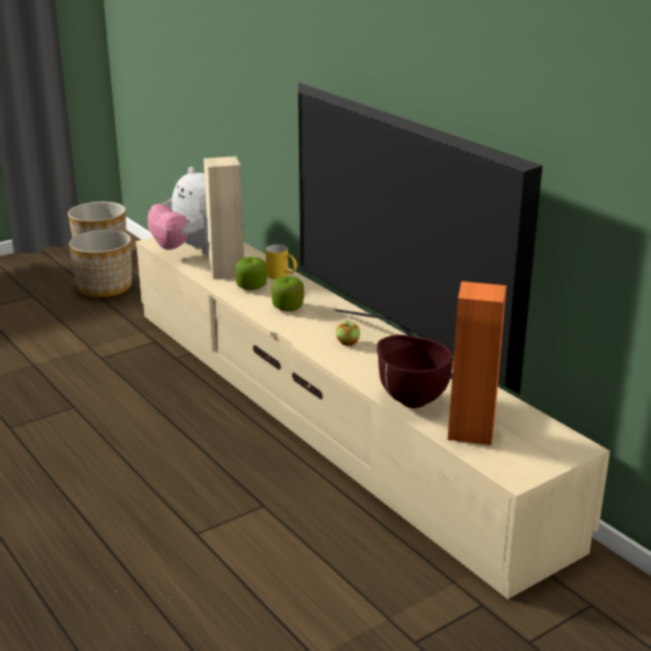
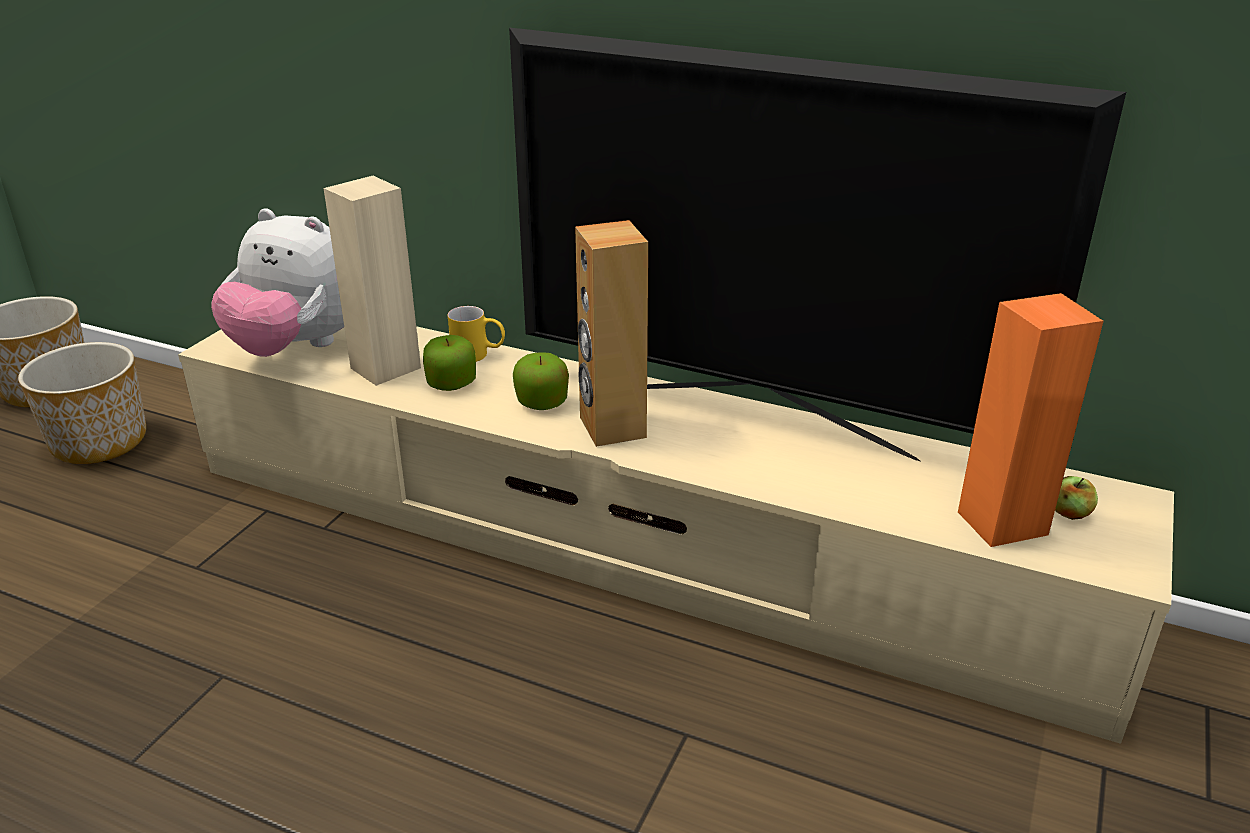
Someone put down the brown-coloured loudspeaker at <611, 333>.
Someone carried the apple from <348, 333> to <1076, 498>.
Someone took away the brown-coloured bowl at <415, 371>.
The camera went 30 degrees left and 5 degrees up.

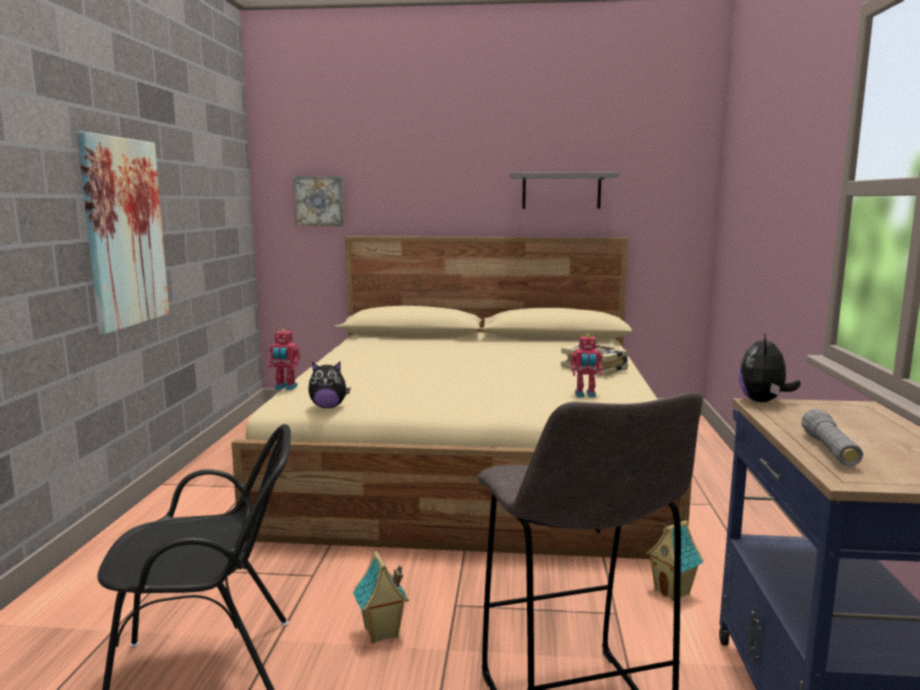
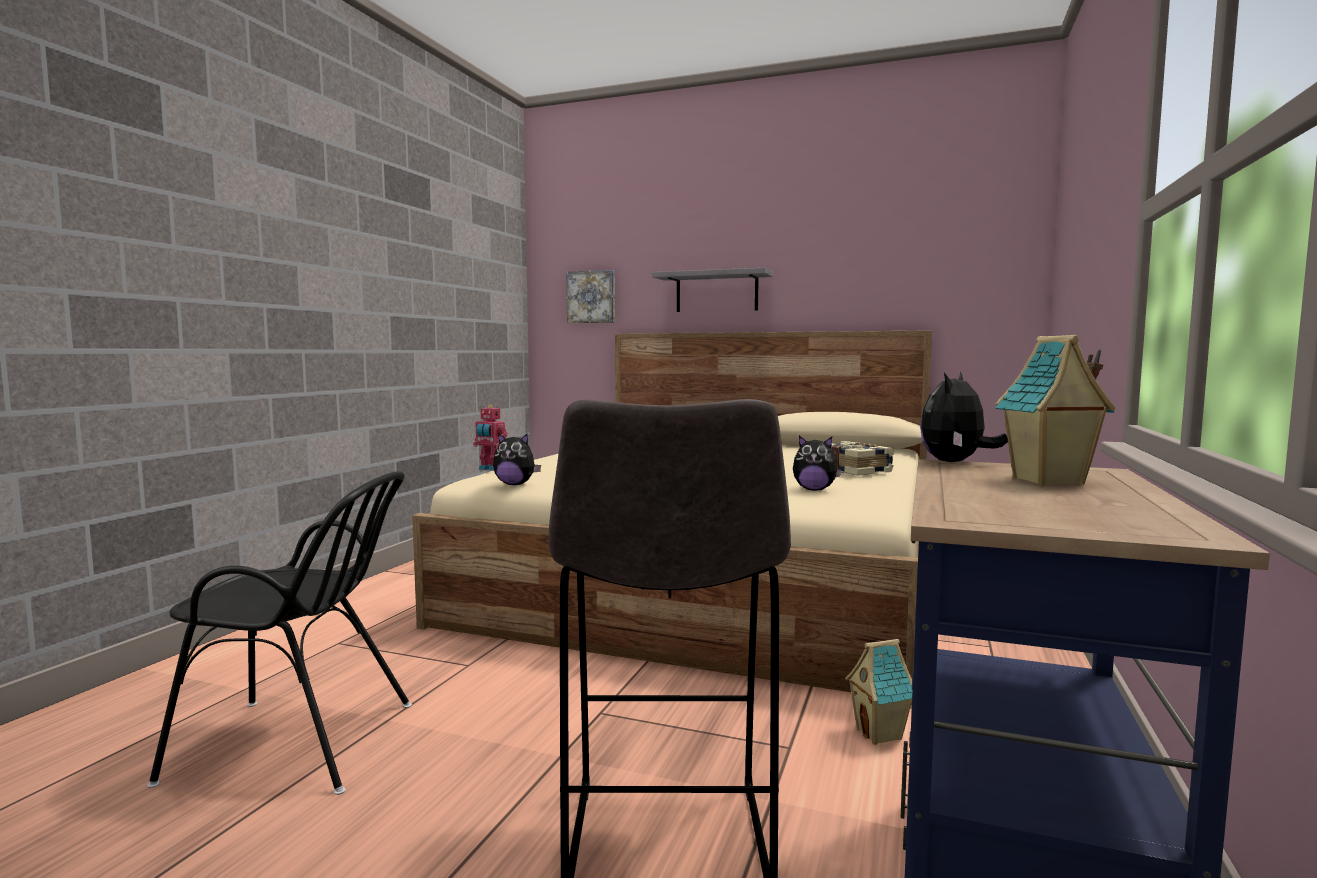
Someone carried the grey bracket shelf from <564, 190> to <712, 290>.
Someone swapped the model robot at <587, 365> for the plush toy at <817, 463>.
Someone carried the toy house from <381, 597> to <1055, 410>.
Someone took away the picture at <123, 233>.
Someone took away the grey torch at <832, 437>.
The camera went 15 degrees right and 5 degrees down.

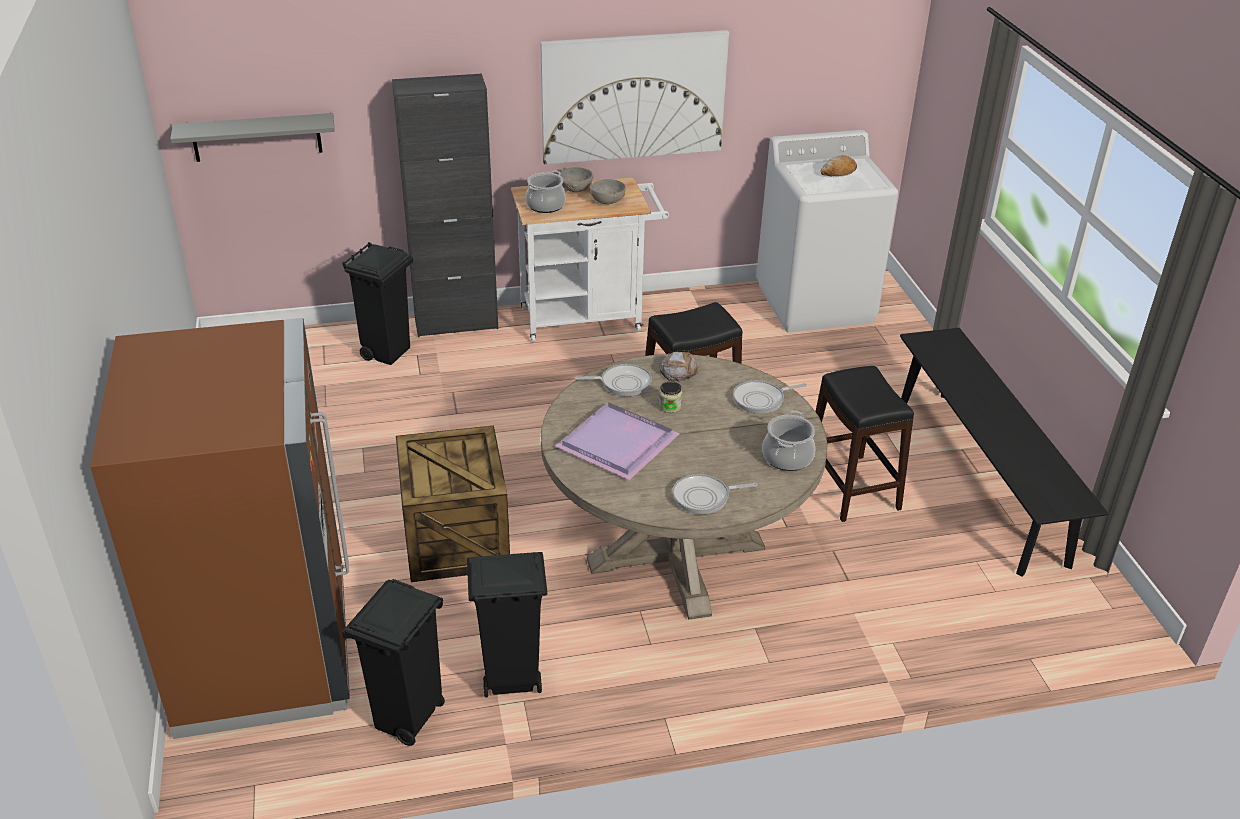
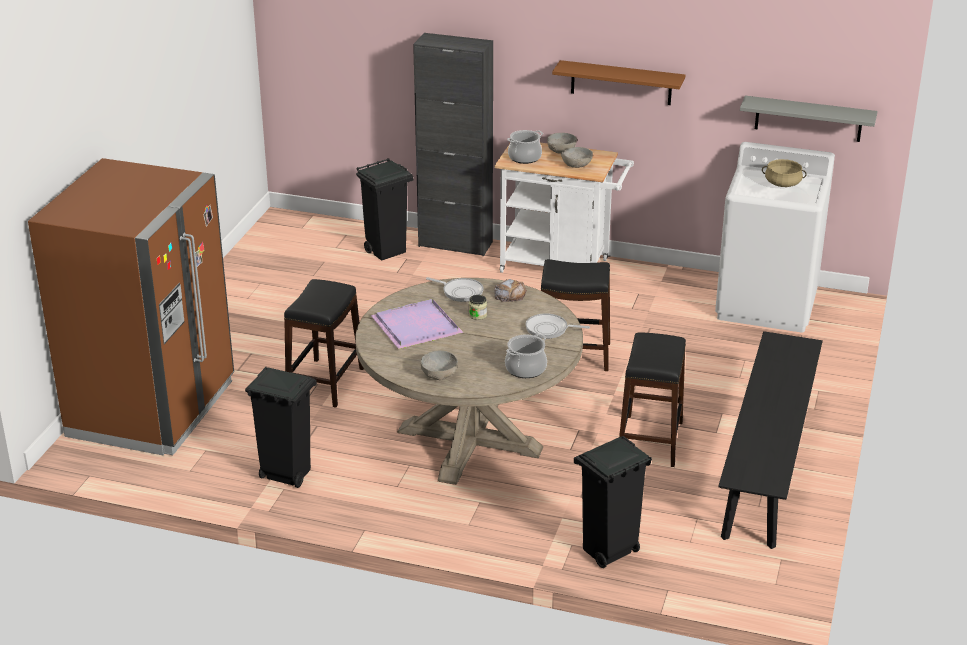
Someone swapped the crate at <453, 504> for the black-coloured stool at <324, 343>.
Someone swapped the pan at <715, 494> for the grey bowl at <439, 365>.
Someone swapped the picture at <634, 97> for the brown-coloured bracket shelf at <618, 82>.
Someone carried the black-coloured trash can from <393, 662> to <613, 502>.
Someone carried the grey bracket shelf from <252, 137> to <809, 119>.
Someone swapped the bakery bread at <838, 165> for the beige-coloured stockpot at <784, 173>.
The camera went 30 degrees right and 5 degrees down.

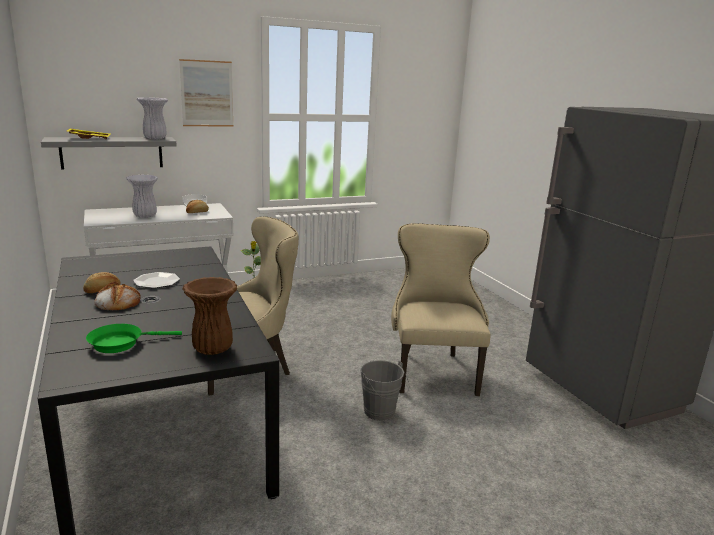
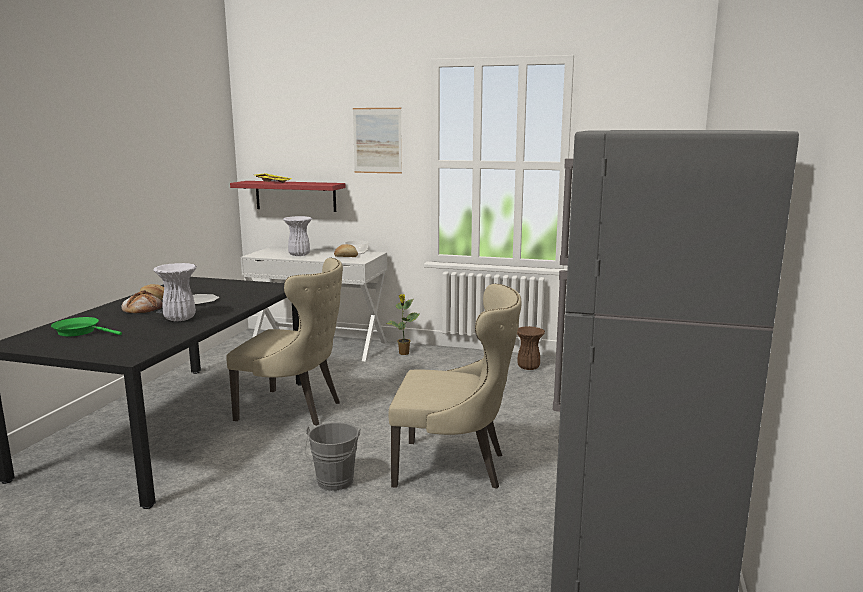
Someone carried the whitish vase from <152, 118> to <175, 292>.
Someone repainted the grey bracket shelf at <109, 153>, which became the reddish bracket shelf at <288, 196>.
Someone rotated the beige-coloured chair at <441, 309> by 60 degrees clockwise.
Someone carried the brown-coloured vase from <210, 316> to <531, 348>.
The camera went 40 degrees right and 5 degrees down.

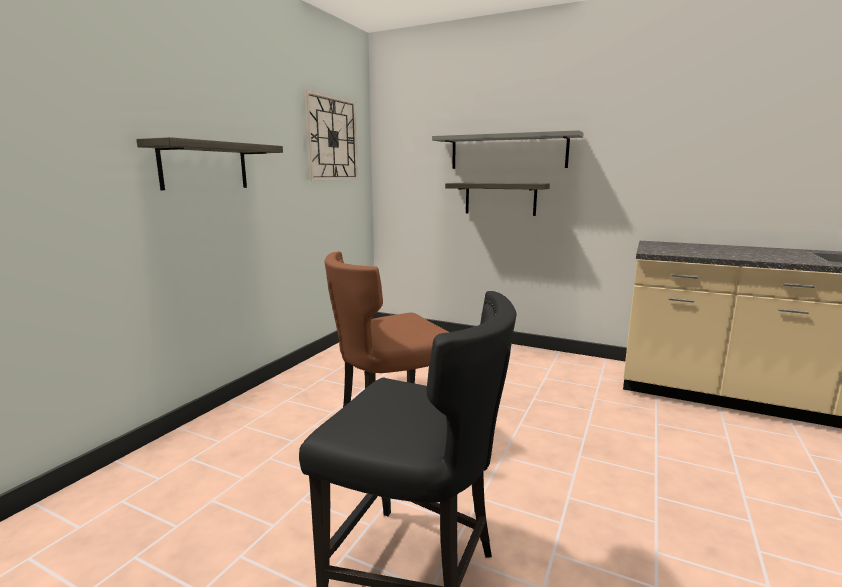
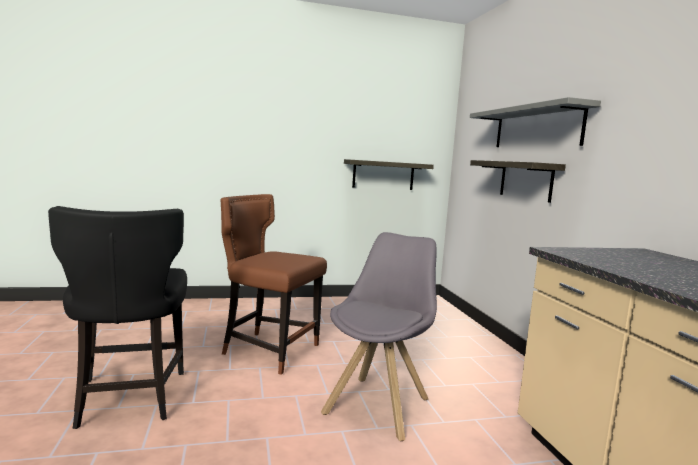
Someone put down the grey chair at <379, 336>.
Someone carried the bracket shelf from <209, 163> to <389, 174>.
Someone took away the clock on the wall at <331, 135>.
The camera went 50 degrees right and 5 degrees down.

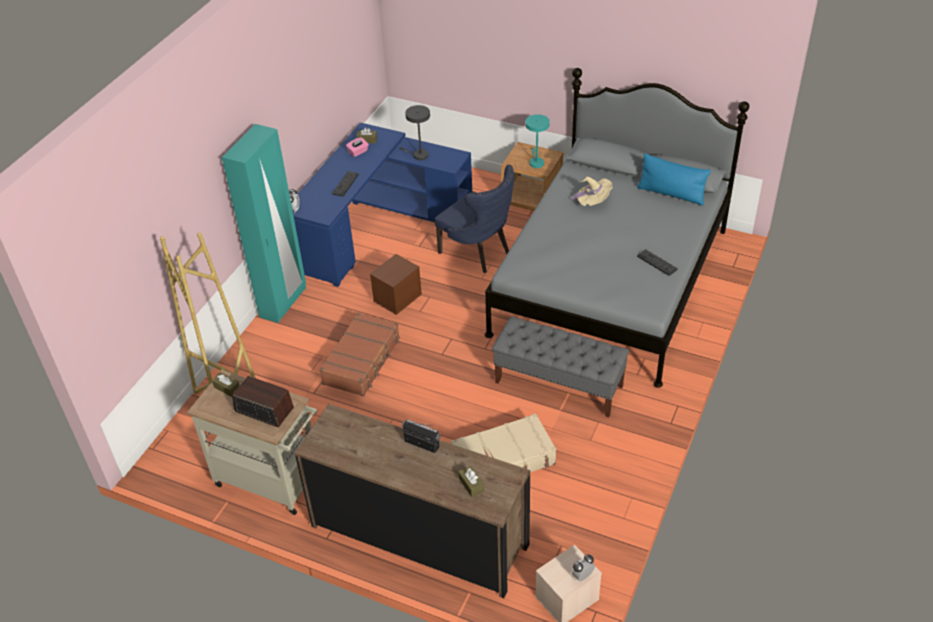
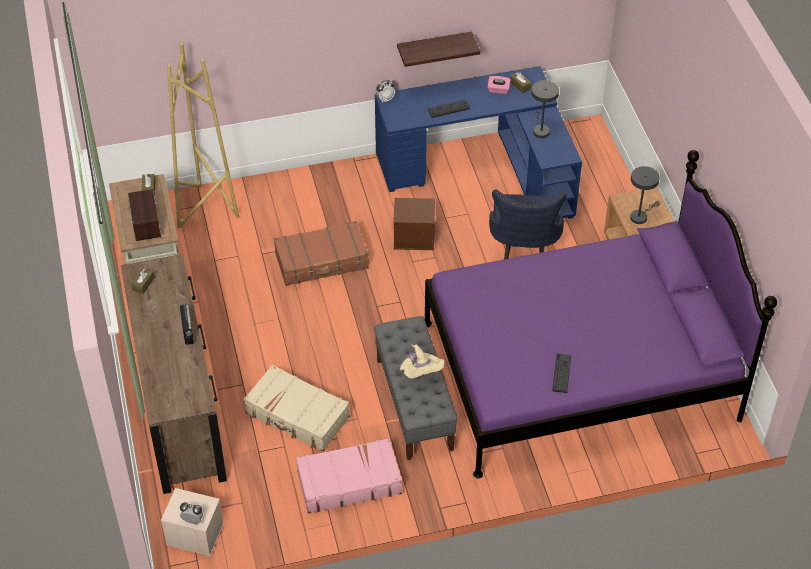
Someone carried the brown-coloured box of tissues from <471, 481> to <143, 281>.
Someone put down the pink-coloured suitcase at <349, 476>.
Someone put up the bracket shelf at <438, 49>.
Someone carried the beige-coloured hat from <591, 191> to <422, 361>.
Someone repainted the grey sleeping bed at <617, 228>, which became the purple-coloured sleeping bed at <601, 314>.
Someone repainted the turquoise-coloured table lamp at <537, 141>, which became the grey table lamp at <645, 195>.
Someone took away the turquoise-coloured wardrobe at <264, 223>.
Someone took away the blue pillow at <674, 179>.
The camera went 50 degrees right and 5 degrees up.

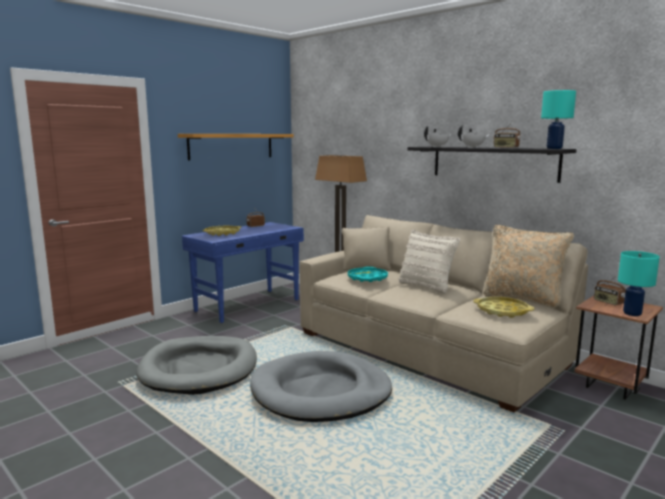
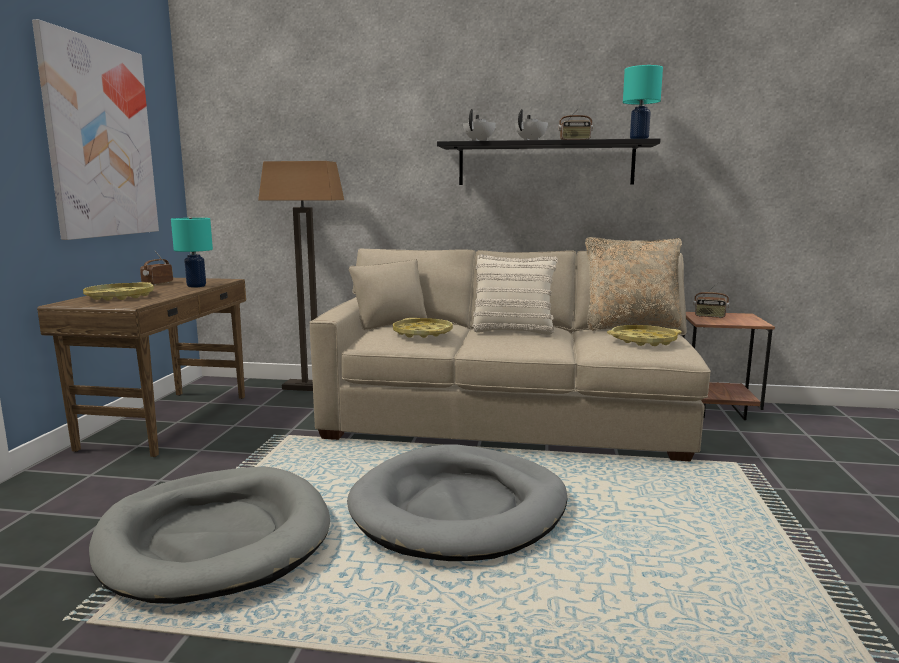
Someone swapped the bracket shelf at <236, 147> for the picture at <95, 129>.
Someone repainted the blue hall table at <243, 272>, which became the brown-coloured hall table at <141, 367>.
Someone carried the turquoise-coloured table lamp from <639, 283> to <192, 252>.
Someone repainted the turquoise-coloured tray at <368, 274>, which became the yellow-coloured tray at <423, 328>.
The camera went 35 degrees left and 0 degrees up.

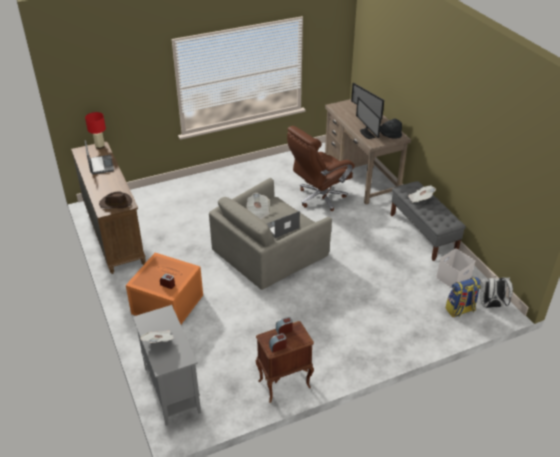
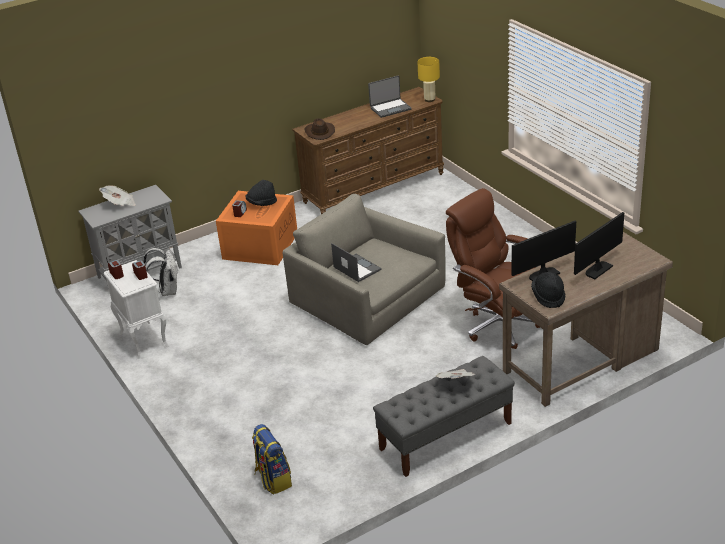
Someone repainted the brown-coloured nightstand at <285, 362>, which became the whitish nightstand at <136, 310>.
Someone carried the whitish rucksack from <496, 292> to <161, 272>.
Someone put down the black-coloured hat at <261, 193>.
Someone repainted the reddish table lamp at <95, 130>, which became the yellow-coloured table lamp at <429, 79>.
Someone took away the printed paper at <258, 206>.
Someone took away the whitish storage bin at <455, 268>.
The camera went 85 degrees right and 5 degrees down.

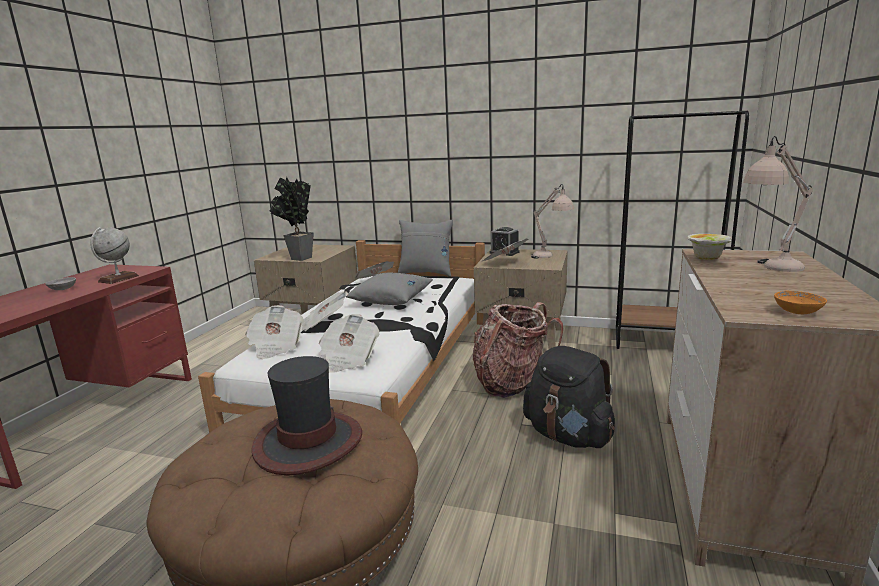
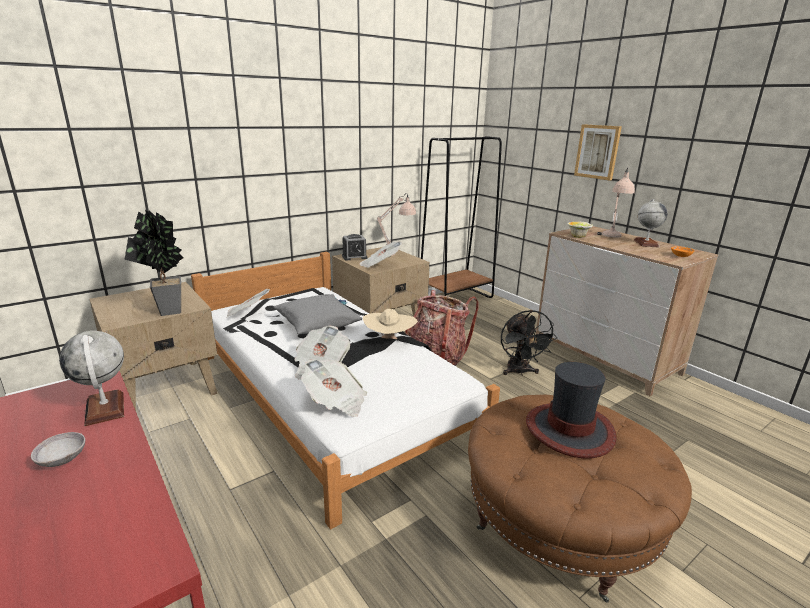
Someone put down the beige-coloured hat at <390, 324>.
Someone swapped the black-coloured rucksack at <569, 397> for the black-coloured fan at <529, 343>.
Someone put up the picture at <598, 152>.
Someone put down the desk globe at <651, 223>.
Someone took away the printed paper at <349, 343>.
Someone took away the grey pillow at <425, 248>.
The camera went 55 degrees left and 5 degrees up.

